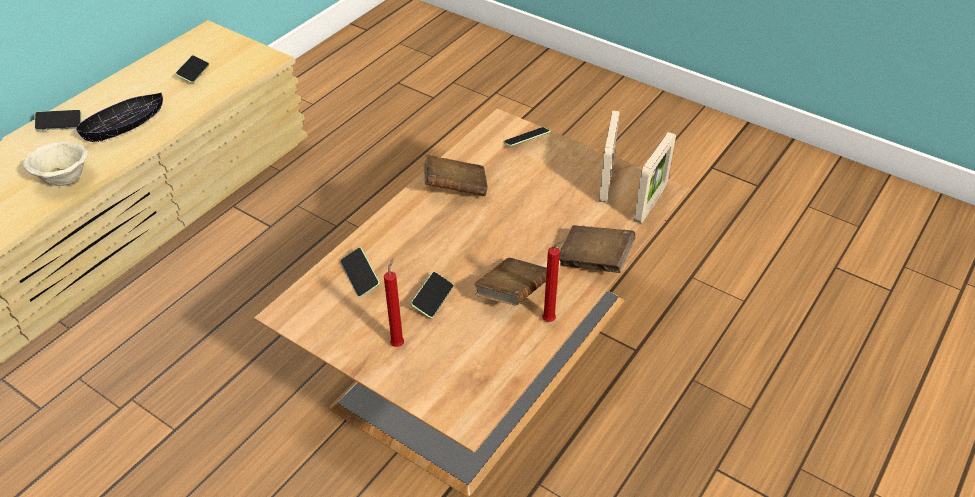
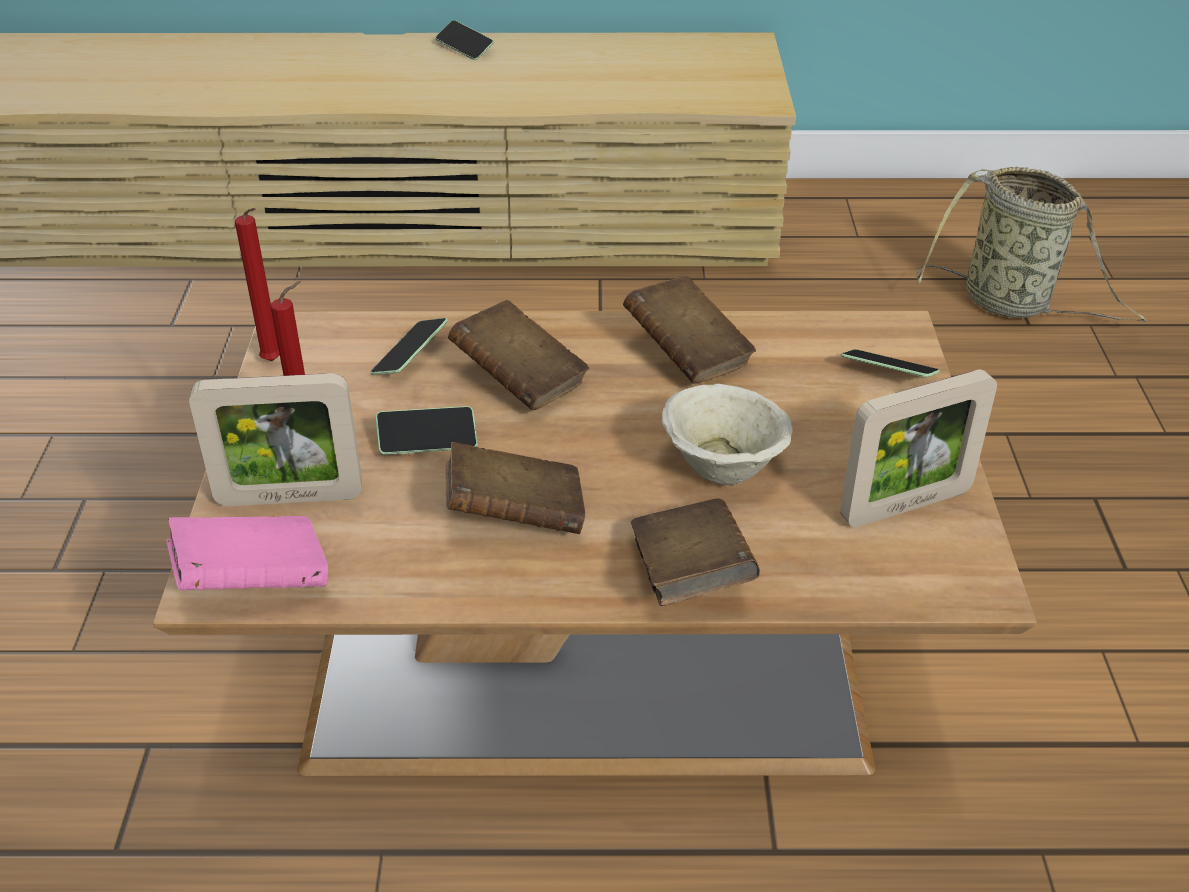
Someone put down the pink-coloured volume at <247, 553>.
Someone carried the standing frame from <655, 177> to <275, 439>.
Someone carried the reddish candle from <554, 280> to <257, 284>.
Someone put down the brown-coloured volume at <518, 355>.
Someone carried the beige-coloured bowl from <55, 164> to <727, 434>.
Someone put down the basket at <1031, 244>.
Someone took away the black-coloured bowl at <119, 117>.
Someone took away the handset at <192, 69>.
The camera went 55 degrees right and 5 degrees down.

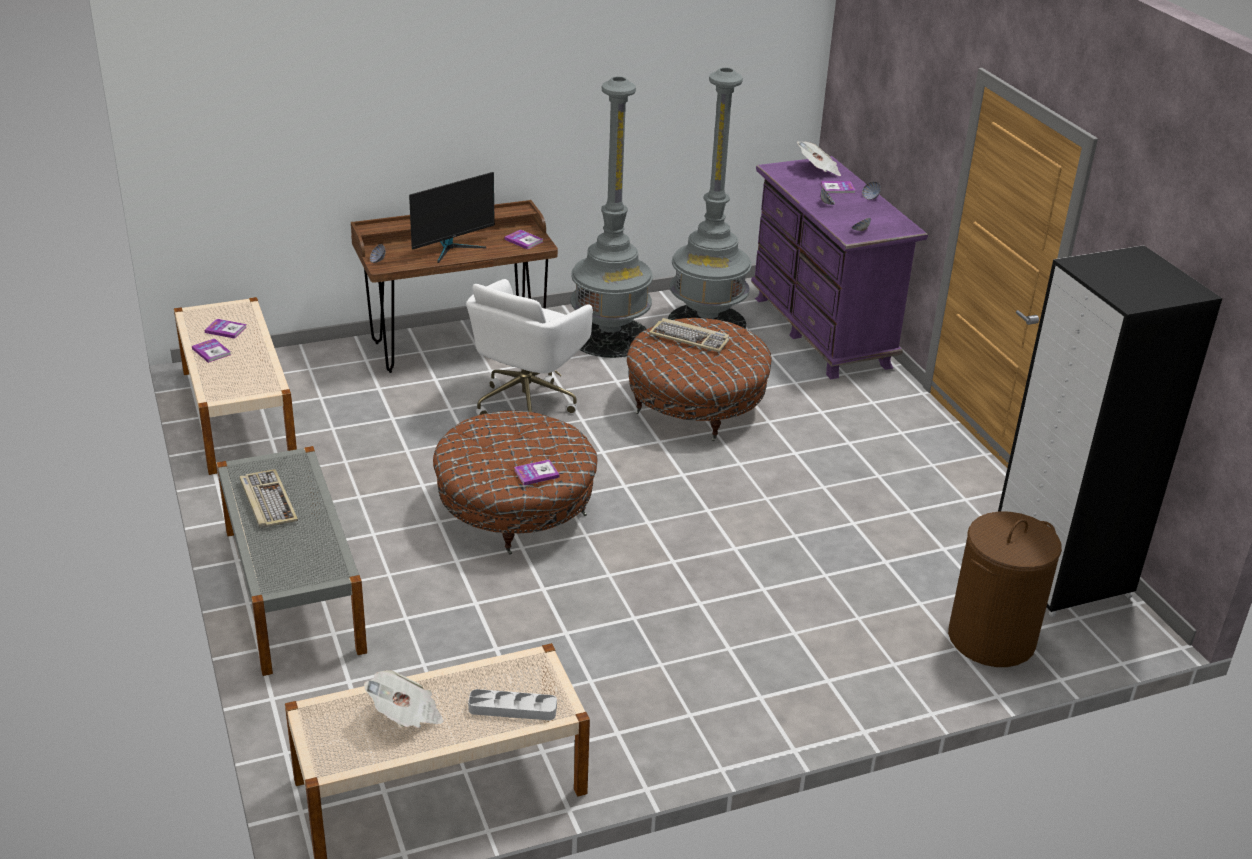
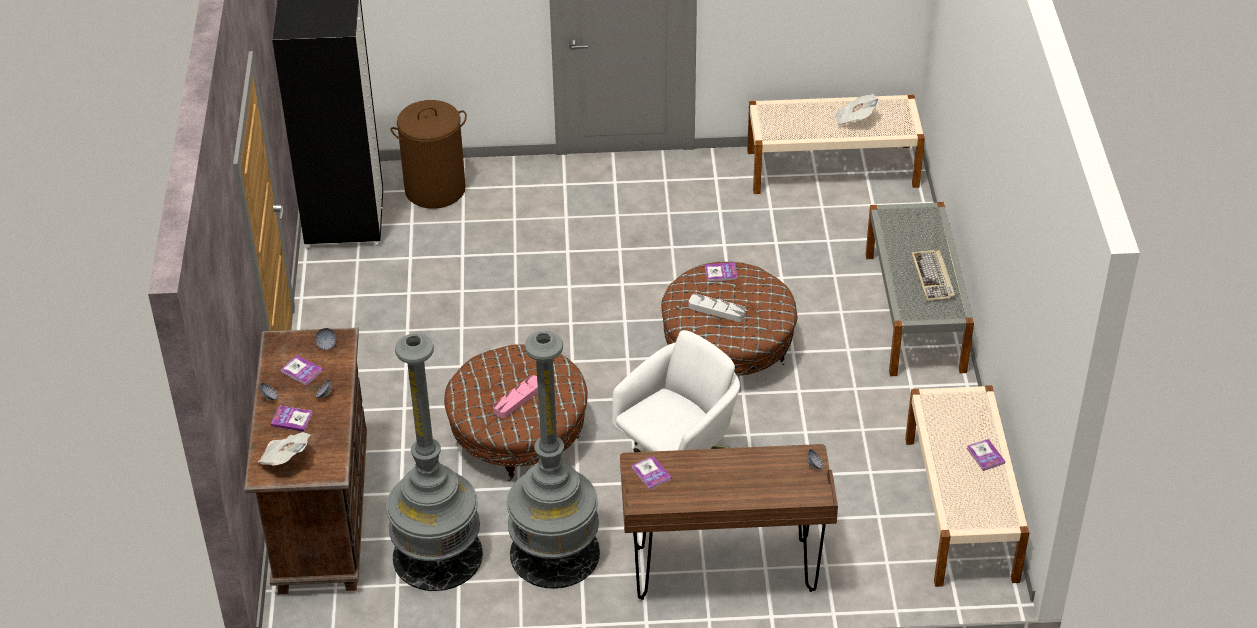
Someone repainted the purple-coloured drawer chest at <839, 267>, which became the brown-coloured drawer chest at <305, 460>.
Someone carried the volume from <226, 329> to <301, 370>.
Someone swapped the computer keyboard at <689, 335> for the pink-coloured tray at <515, 396>.
Someone carried the grey tray from <512, 704> to <717, 308>.
Someone took away the monitor at <452, 217>.
The camera went 160 degrees left and 10 degrees up.

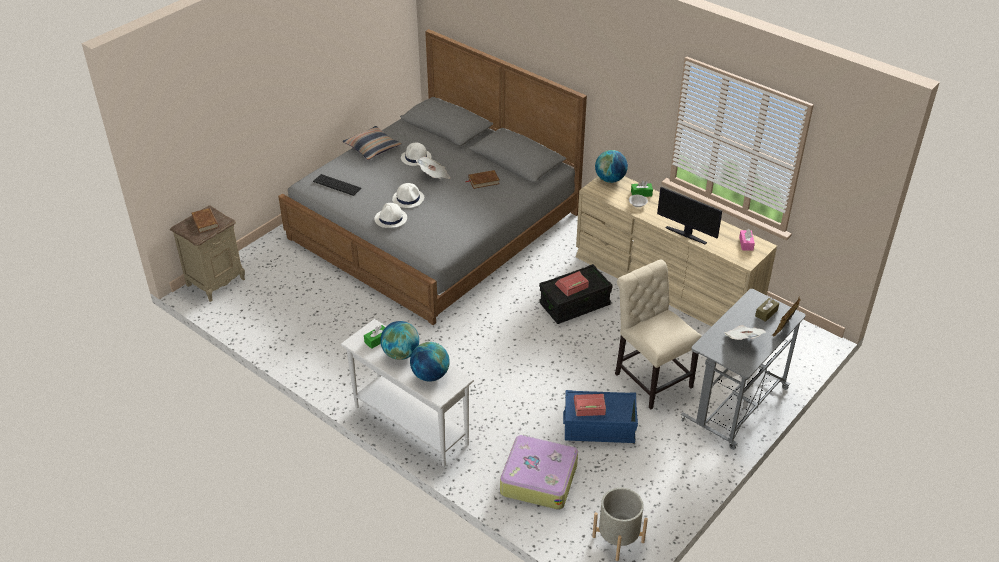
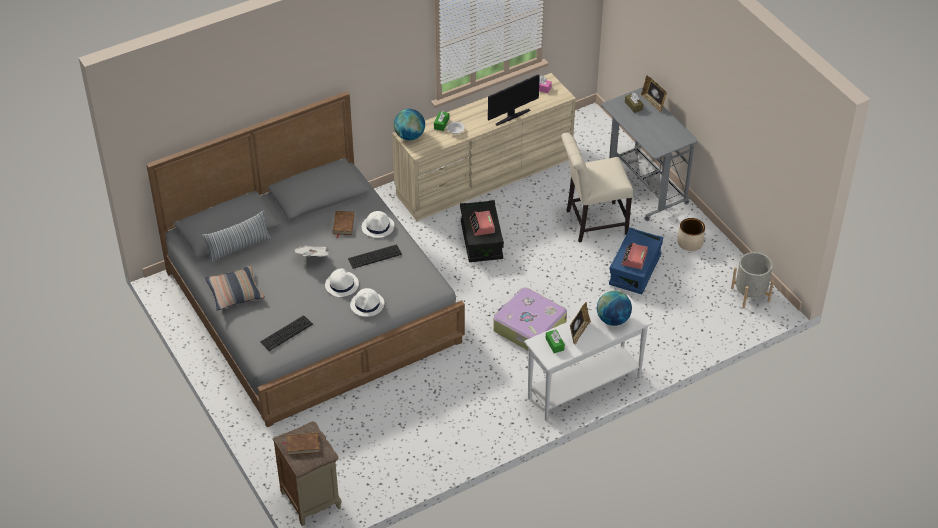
Someone put down the pillow at <236, 236>.
Someone put down the computer keyboard at <375, 256>.
Someone carried the whitish hat from <416, 154> to <378, 224>.
Someone carried the suitcase from <539, 472> to <530, 318>.
Someone swapped the desk globe at <399, 340> for the standing frame at <580, 323>.
Someone put down the beige-coloured flower pot at <691, 234>.
Someone took away the printed paper at <745, 332>.
The camera went 70 degrees left and 5 degrees up.

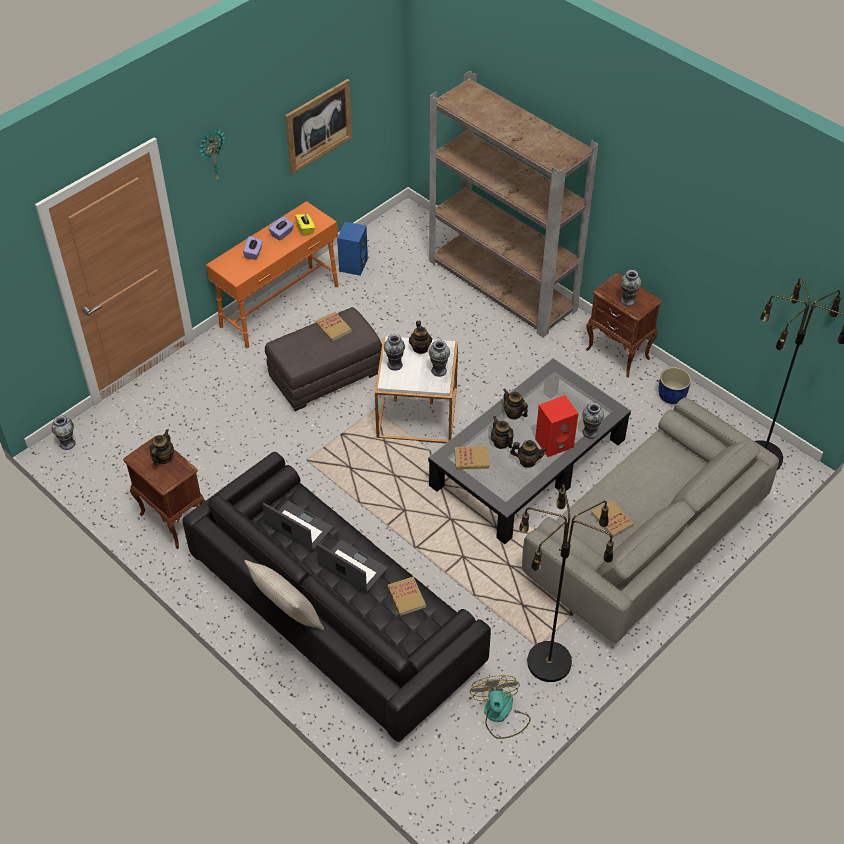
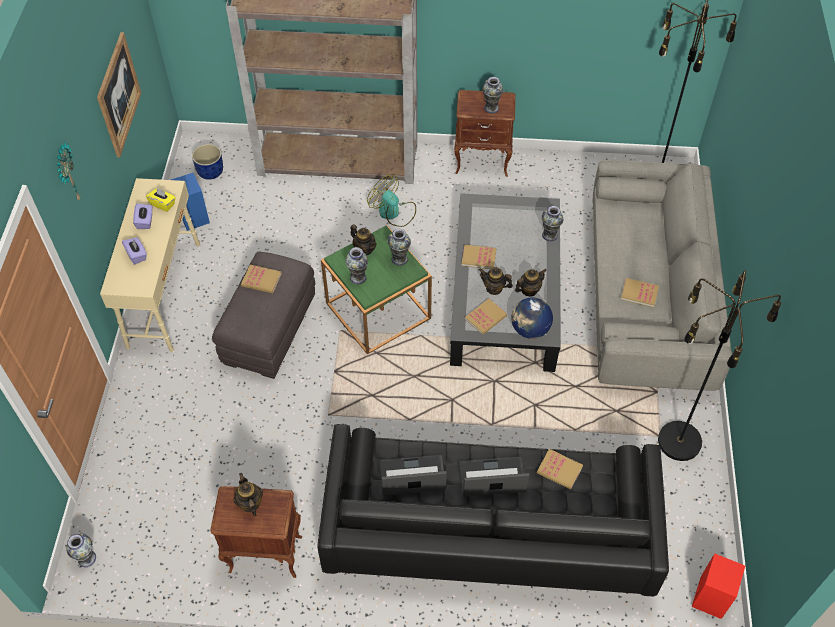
Someone repainted the orangey hall table at <272, 274>, which became the beige-coloured hall table at <150, 265>.
Someone carried the blue flower pot from <675, 385> to <207, 162>.
Someone repainted the whitish side table at <416, 389>, which became the green side table at <376, 289>.
Someone carried the fan from <500, 707> to <391, 201>.
Someone swapped the pot for tea at <515, 404> for the volume at <478, 257>.
Someone put down the desk globe at <532, 318>.
Someone carried the reddish loudspeaker from <556, 426> to <718, 586>.
Someone took away the beige-coloured pillow at <284, 595>.
The camera went 40 degrees left and 5 degrees up.

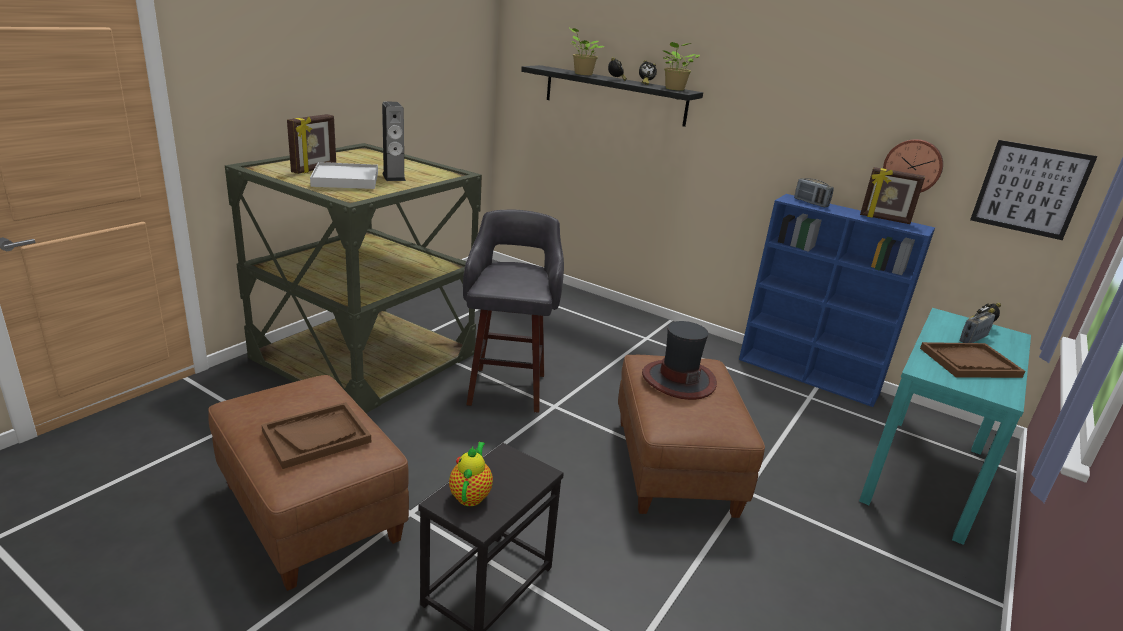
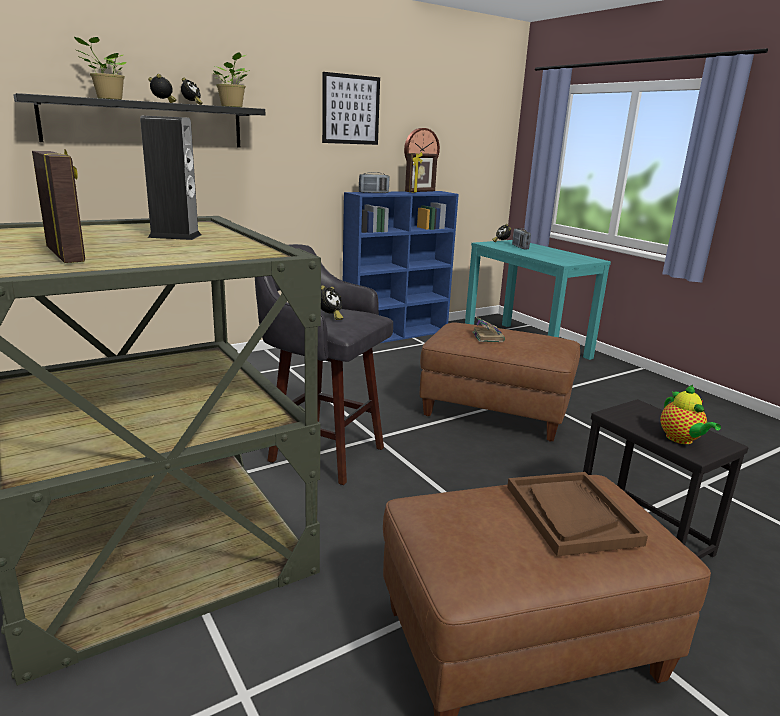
Someone put down the bedside clock at <332, 302>.
Someone carried the picture from <1033, 190> to <351, 108>.
Someone swapped the hat at <679, 360> for the volume at <488, 329>.
Someone rotated the pot for tea at <471, 474> by 135 degrees counterclockwise.
Someone took away the whitish tray at <344, 175>.
Someone took away the brown-coloured tray at <972, 360>.
The camera went 65 degrees left and 5 degrees down.

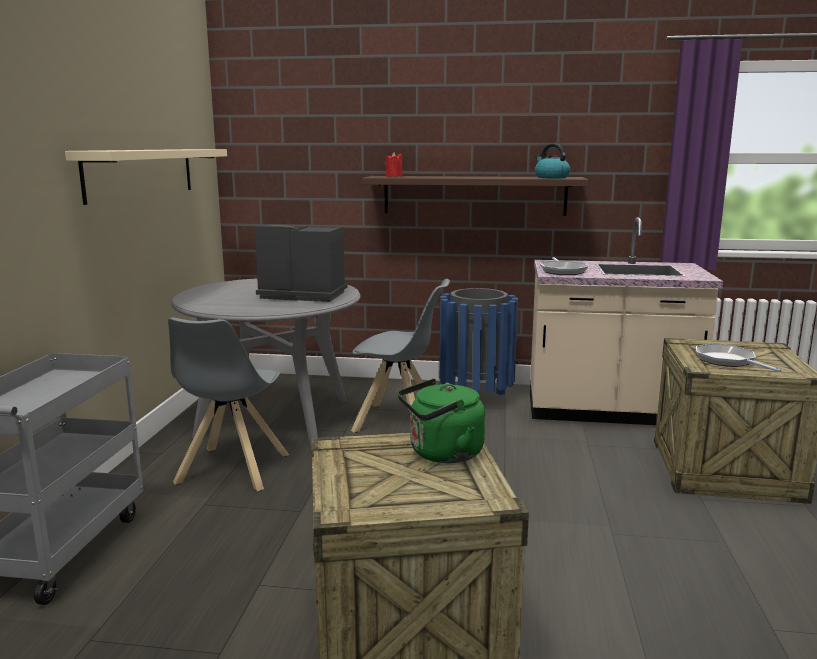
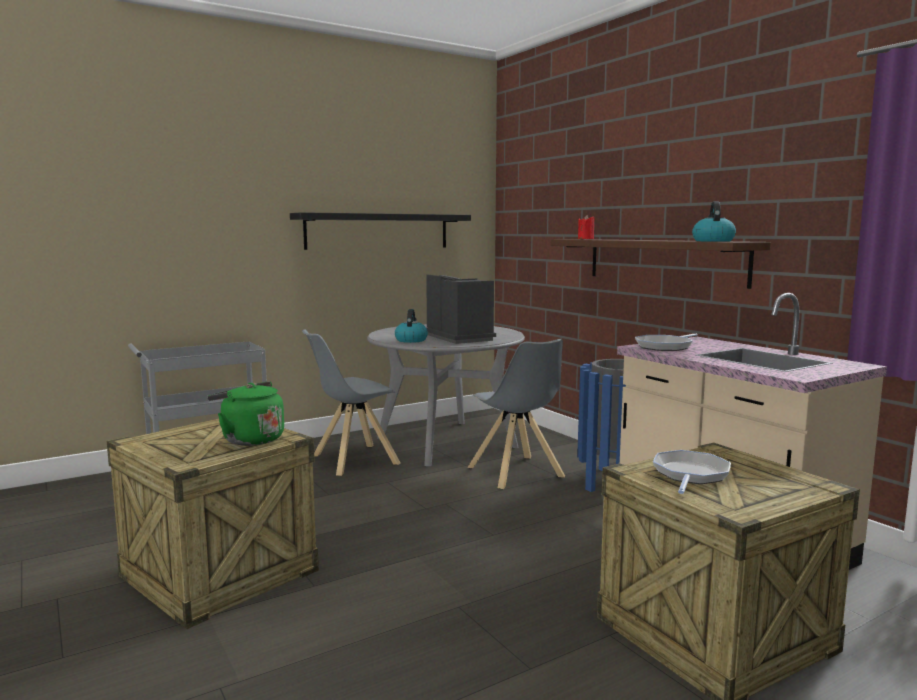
Someone repainted the beige-coloured bracket shelf at <146, 177>, which became the black-coloured bracket shelf at <380, 231>.
Someone put down the water kettle at <411, 326>.
The camera went 50 degrees right and 5 degrees down.

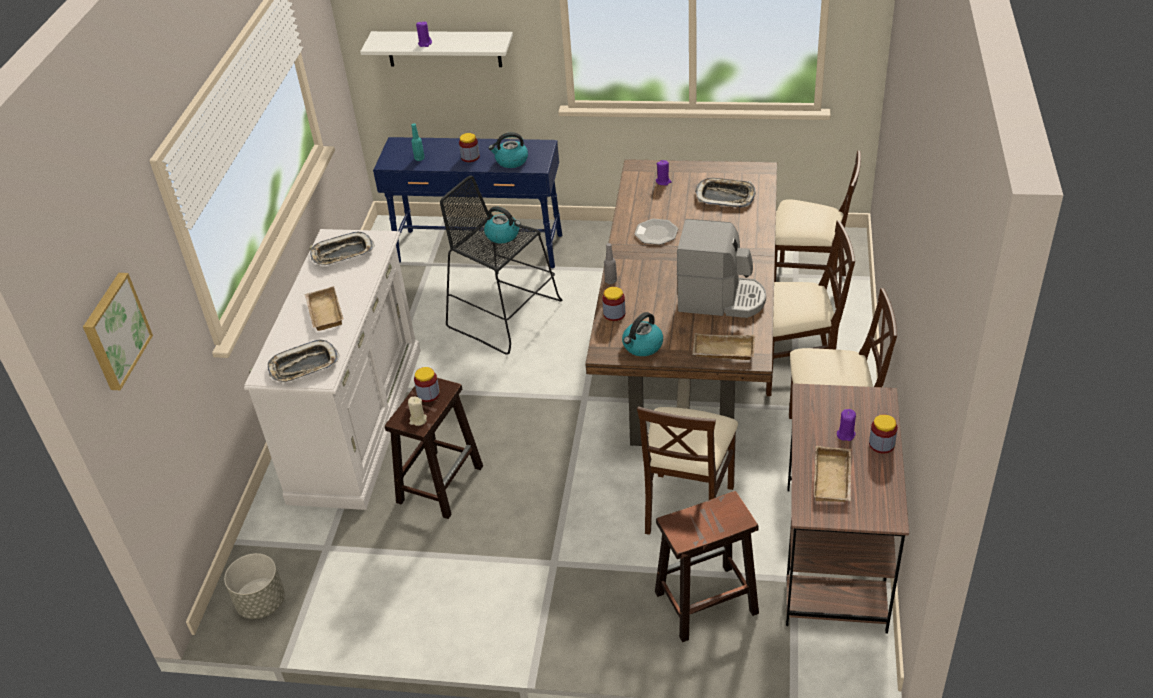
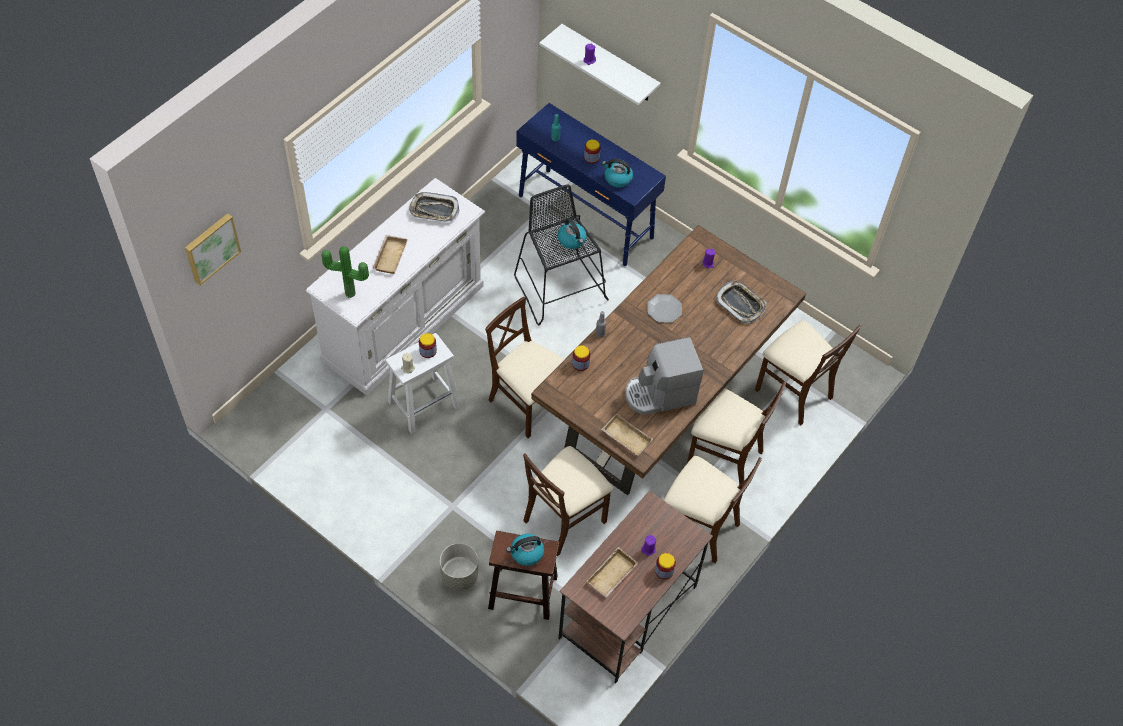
Someone swapped the tray at <304, 361> for the houseplant at <345, 272>.
Someone repainted the brown-coloured stool at <434, 448>, which became the whitish stool at <422, 383>.
Someone carried the grey flower pot from <254, 586> to <459, 567>.
Someone put down the beige-coloured chair at <525, 367>.
Someone carried the water kettle from <642, 334> to <525, 550>.
Someone rotated the coffee maker at <721, 268> by 120 degrees clockwise.
The camera went 25 degrees right and 15 degrees up.

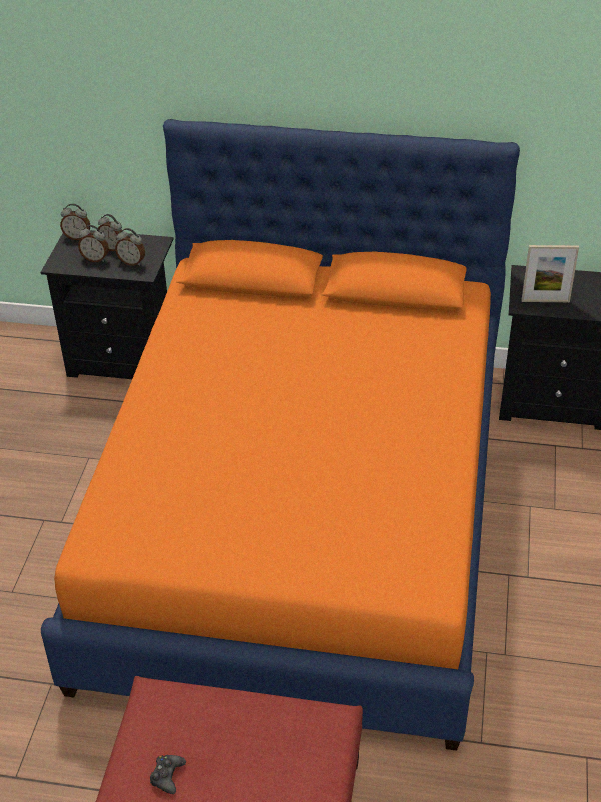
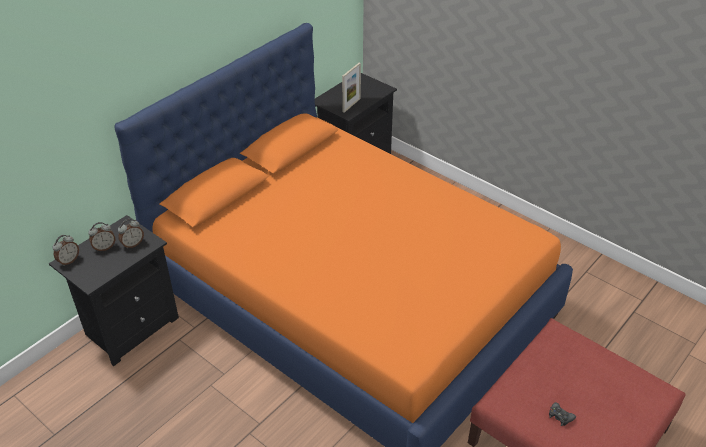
Someone took away the bedside clock at <93, 243>.
The camera went 60 degrees left and 0 degrees up.

